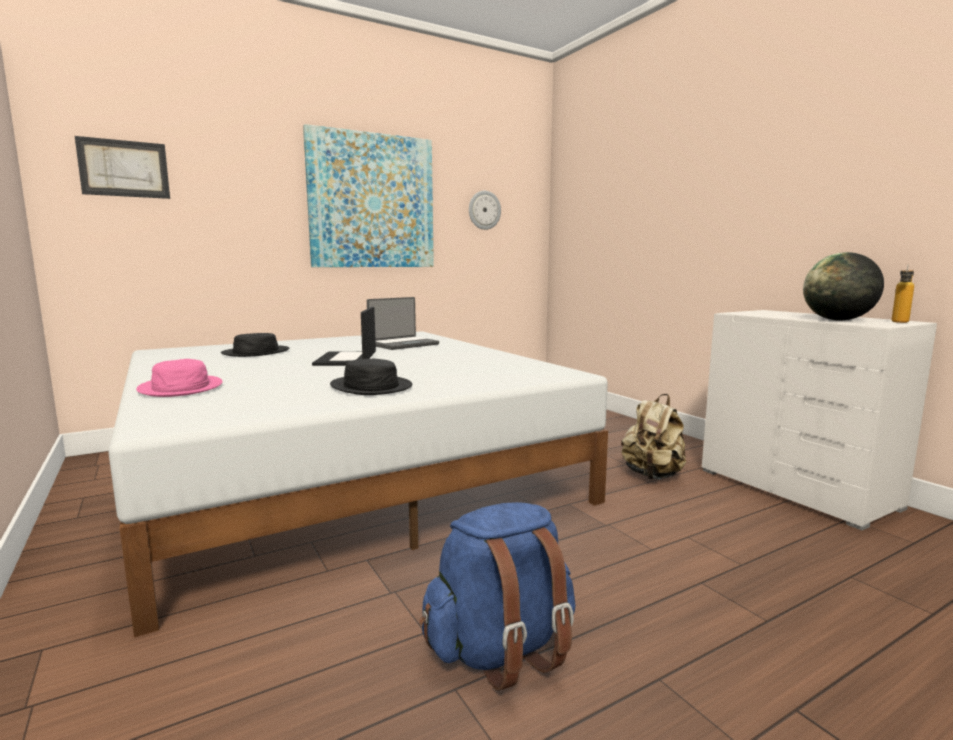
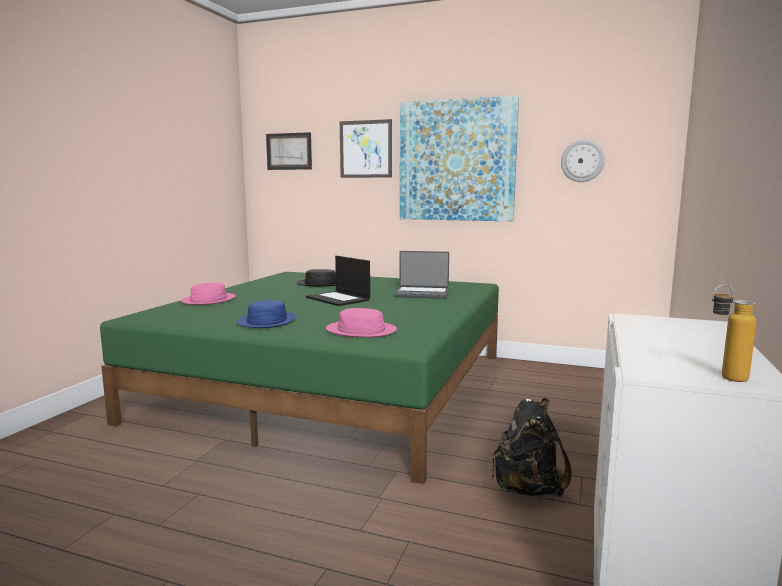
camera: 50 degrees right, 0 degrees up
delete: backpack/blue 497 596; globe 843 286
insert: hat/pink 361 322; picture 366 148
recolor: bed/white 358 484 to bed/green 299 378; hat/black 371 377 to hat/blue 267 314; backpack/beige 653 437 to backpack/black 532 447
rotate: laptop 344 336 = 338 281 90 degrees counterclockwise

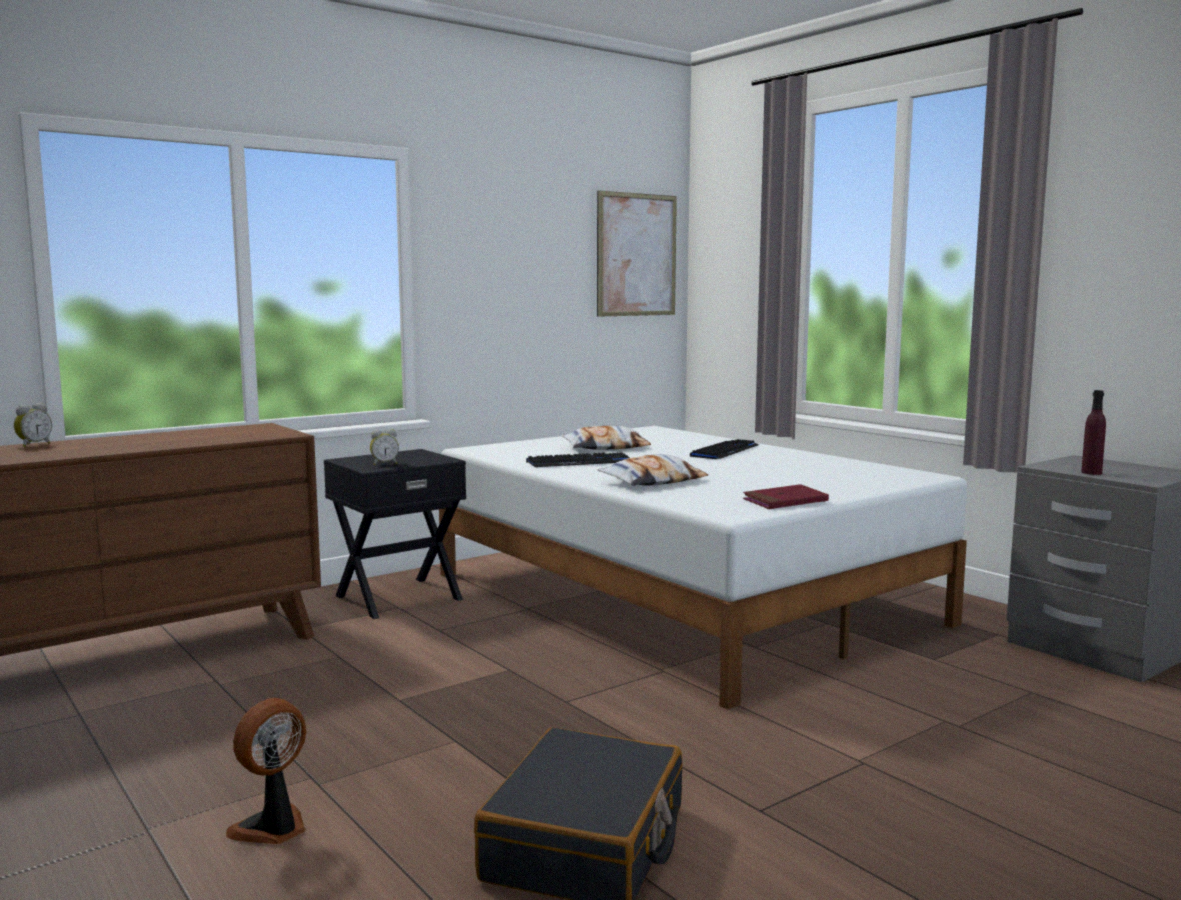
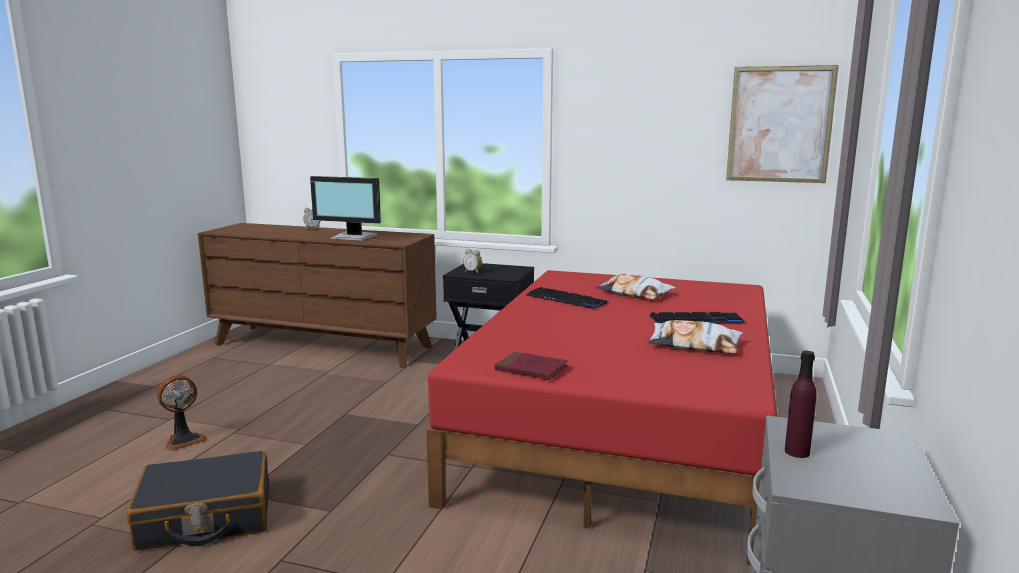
camera: 55 degrees right, 5 degrees up
insert: monitor 345 208
move: pillow 653 470 to 695 337
recolor: bed/white 703 568 to bed/red 601 417
rotate: fan 266 771 = 182 413 135 degrees clockwise

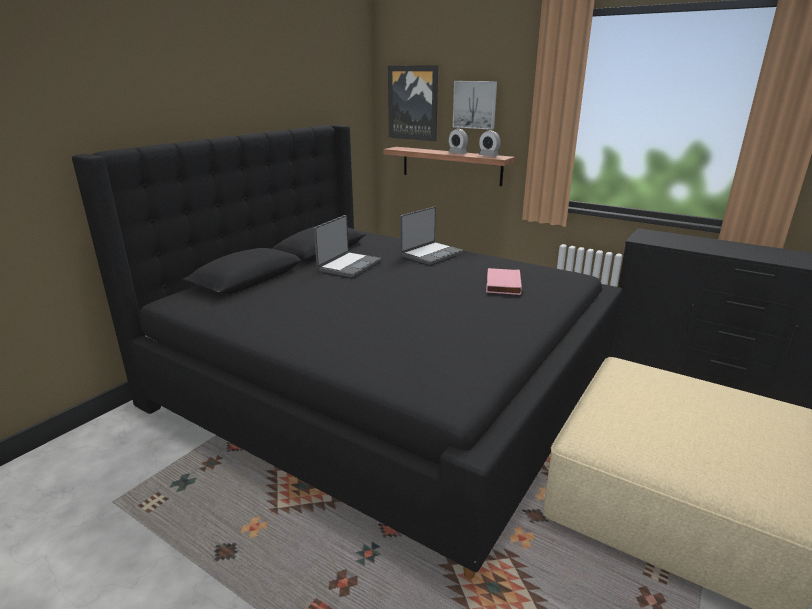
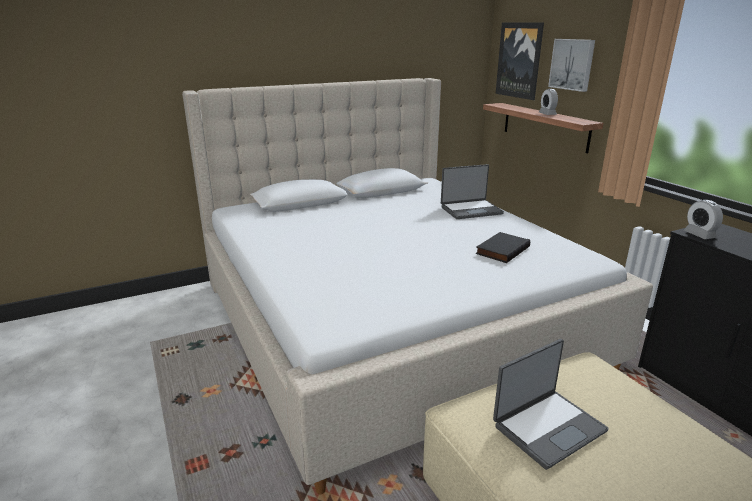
camera: 30 degrees right, 0 degrees up
move: laptop 347 246 to 551 404; alarm clock 490 143 to 703 219
recolor: bed/black 347 352 to bed/beige 417 286; book/pink 504 281 to book/black 502 247

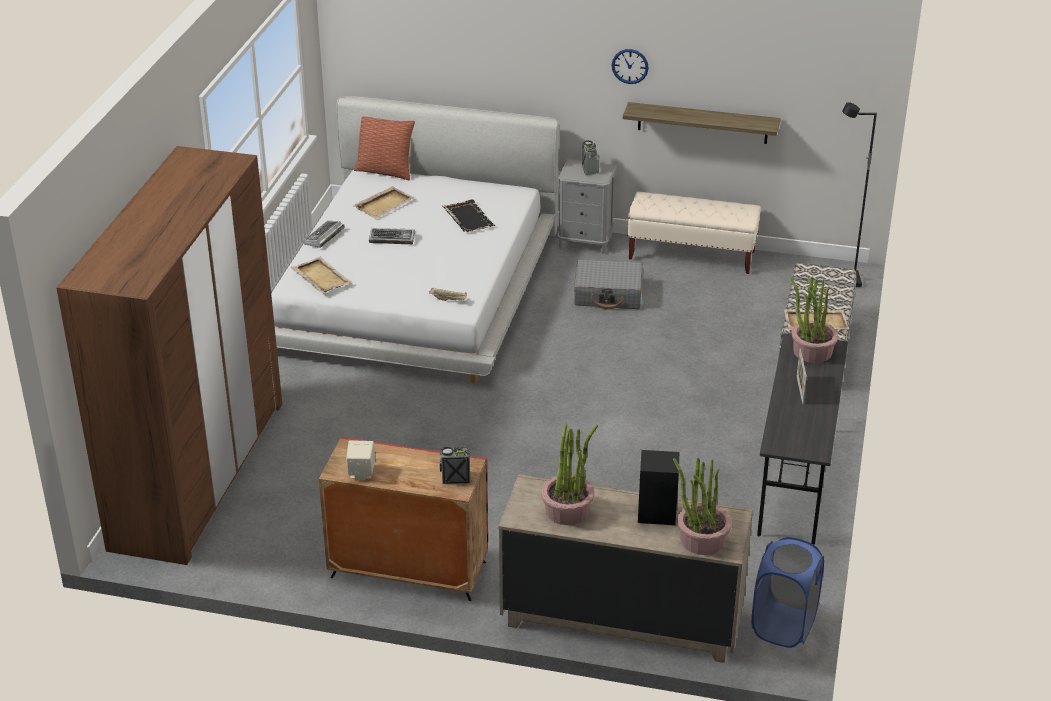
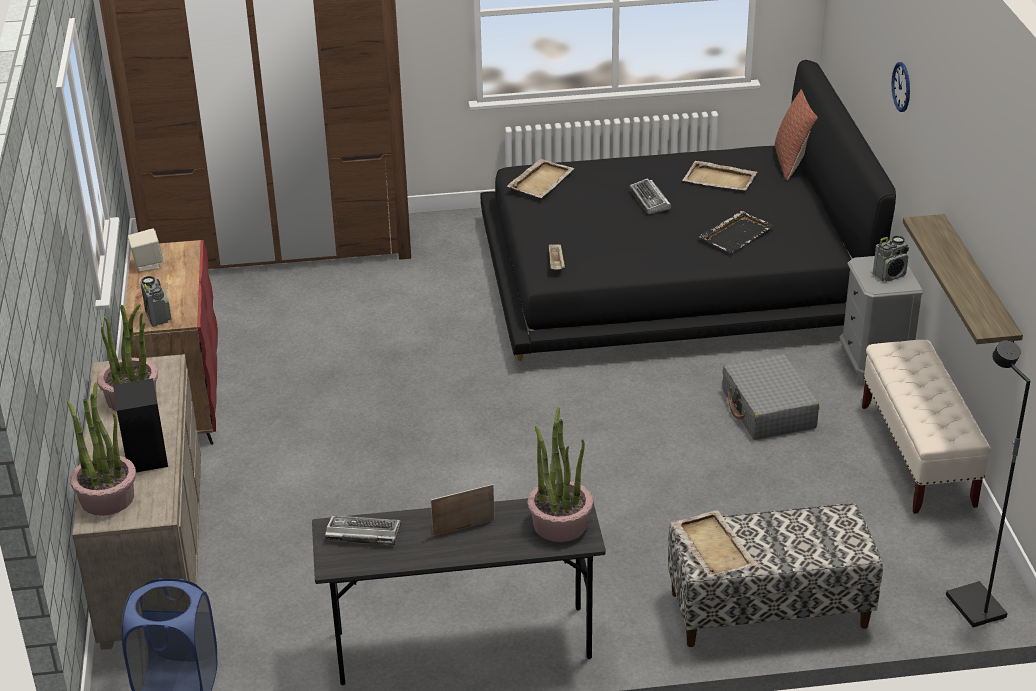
camera: 70 degrees right, 0 degrees up
move: keyboard 324 234 to 363 530; wall clock 630 66 to 901 87
recolor: bed/white 415 240 to bed/black 688 210

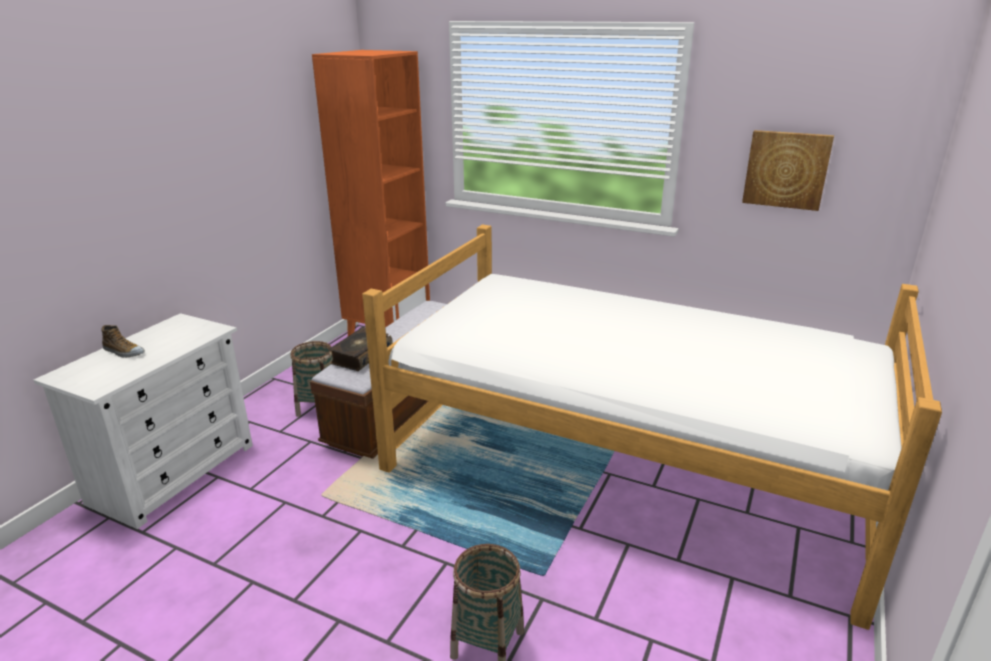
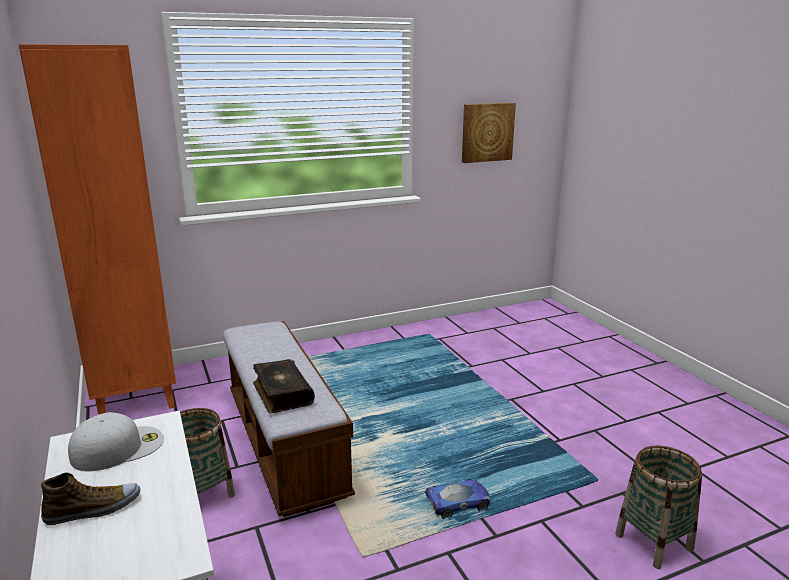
camera: 50 degrees left, 5 degrees down
delete: bed 652 427
insert: cap/white 116 441; toy car 457 499

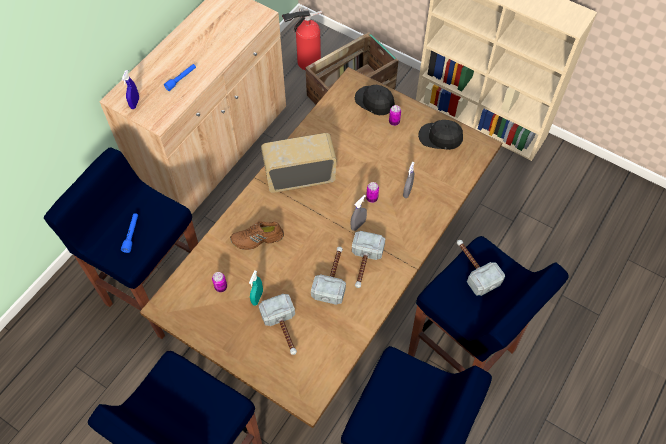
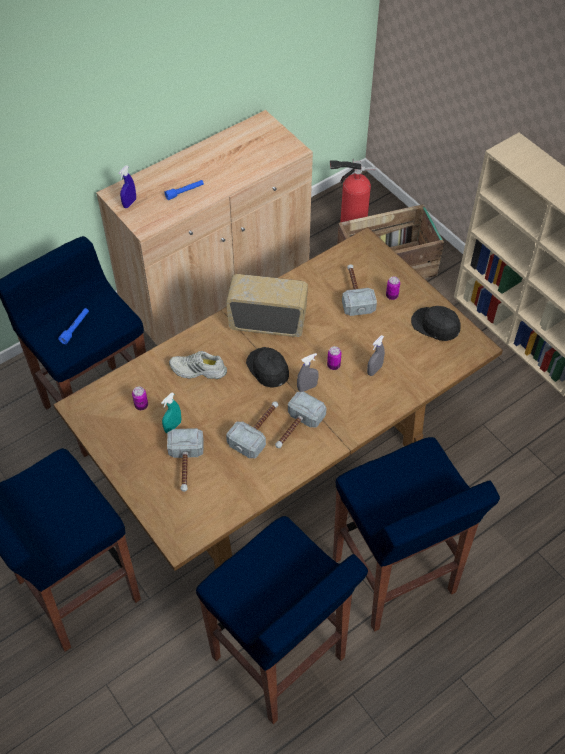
camera: 20 degrees right, 5 degrees down
move: cap/black 375 100 to 267 367; hammer 481 268 to 359 290
recolor: shoe/brown 257 235 to shoe/white 198 365

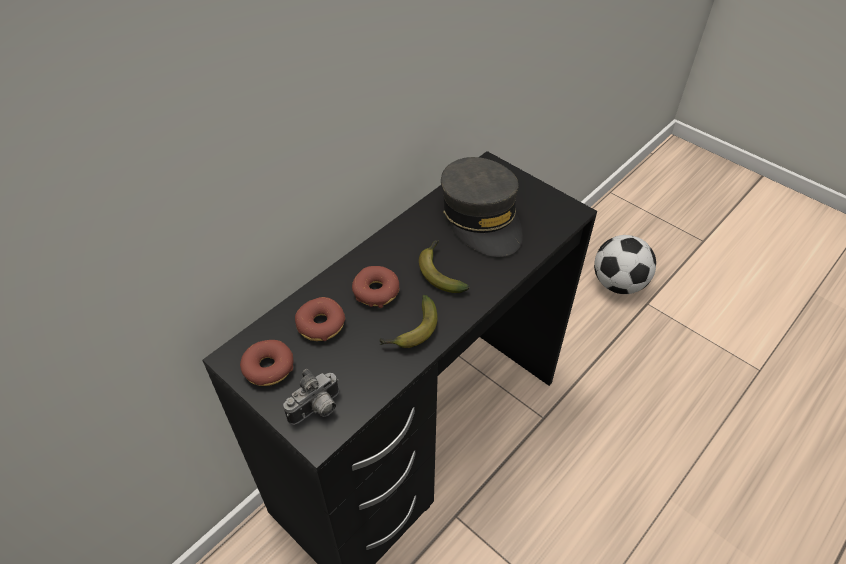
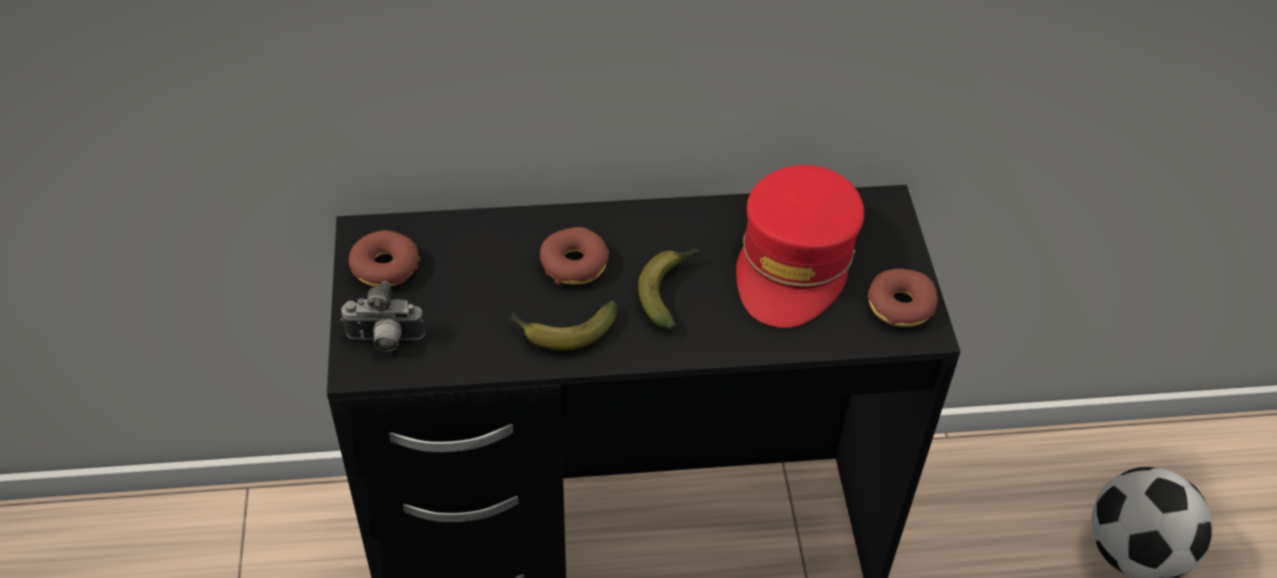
camera: 40 degrees right, 0 degrees up
move: donut 320 319 to 903 298
recolor: cap/grey 482 207 to cap/red 800 246

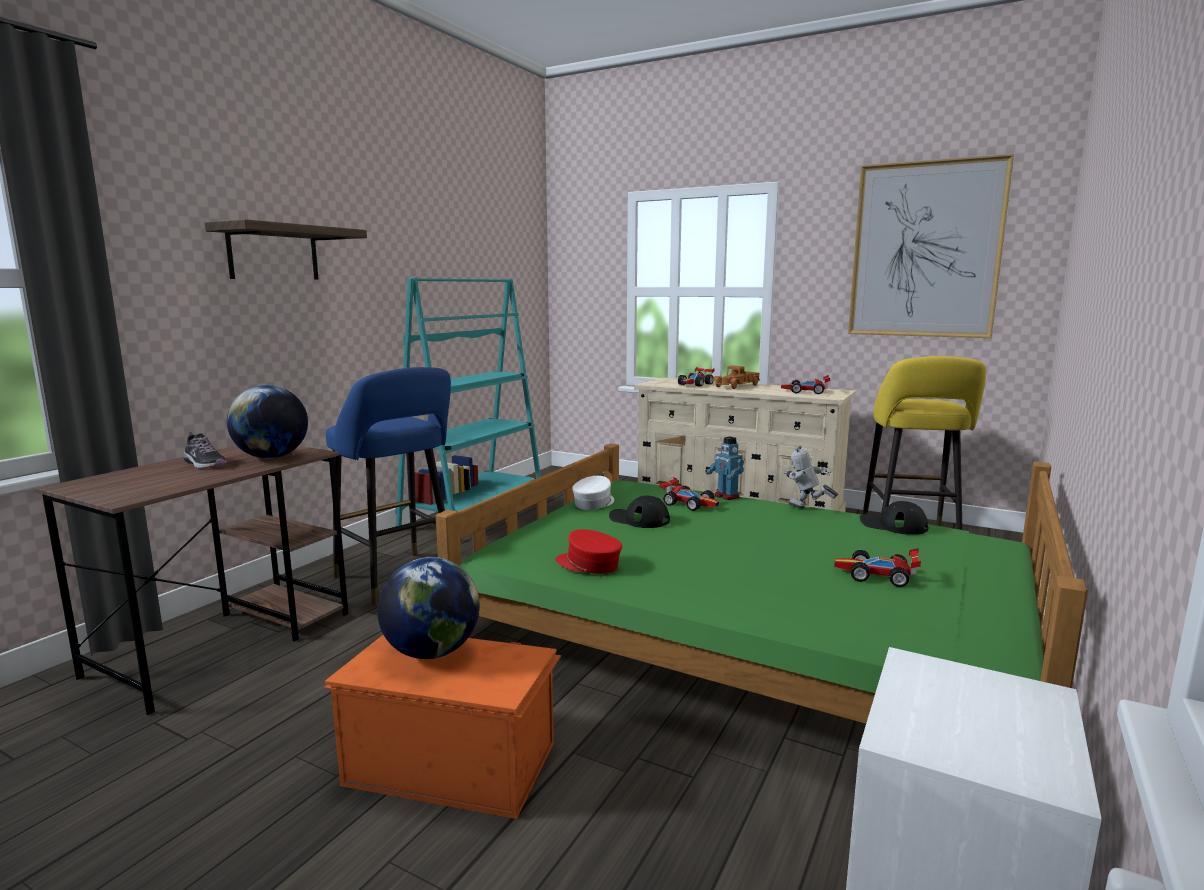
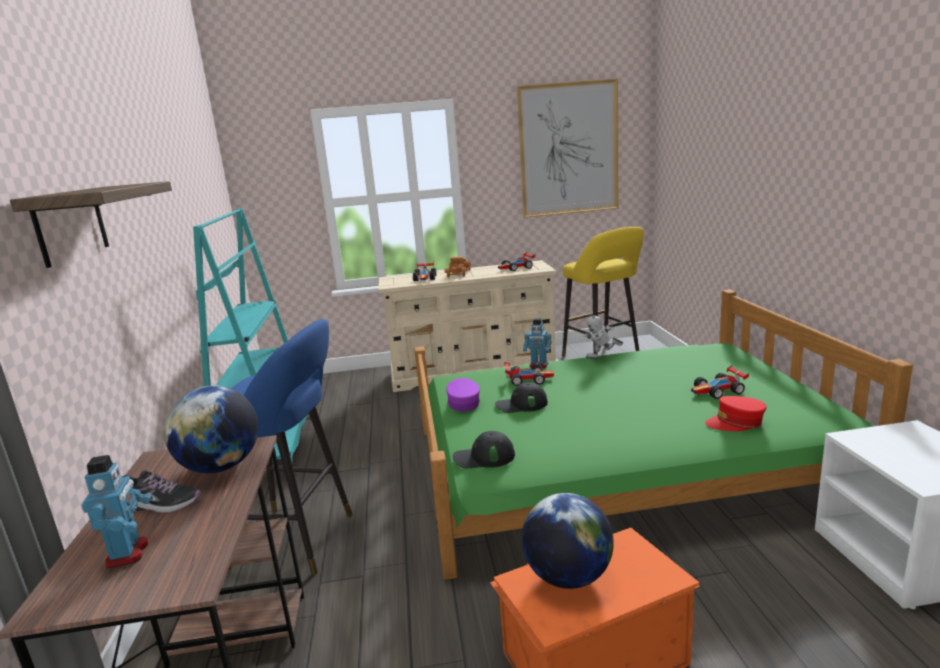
camera: 35 degrees left, 5 degrees up
insert: toy robot 117 511
move: cap/red 588 551 to 736 413; cap/black 894 518 to 484 450
recolor: cap/white 593 493 to cap/purple 463 395

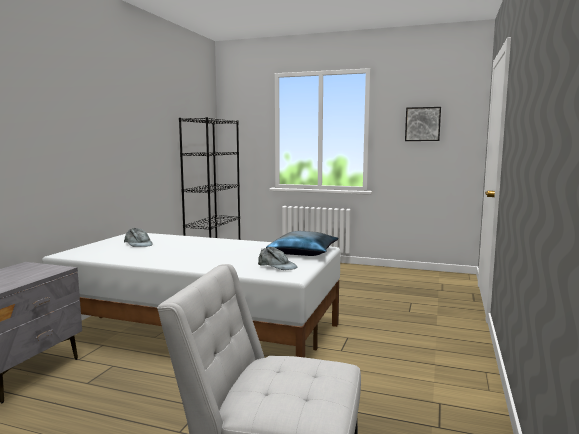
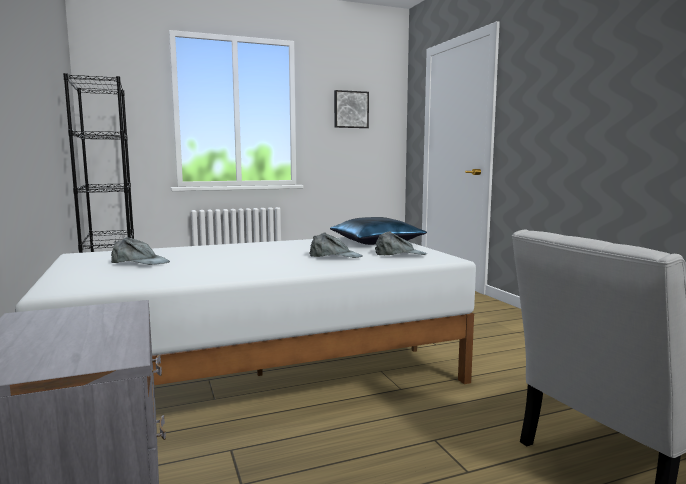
camera: 40 degrees left, 0 degrees up
insert: cap/grey 336 245

